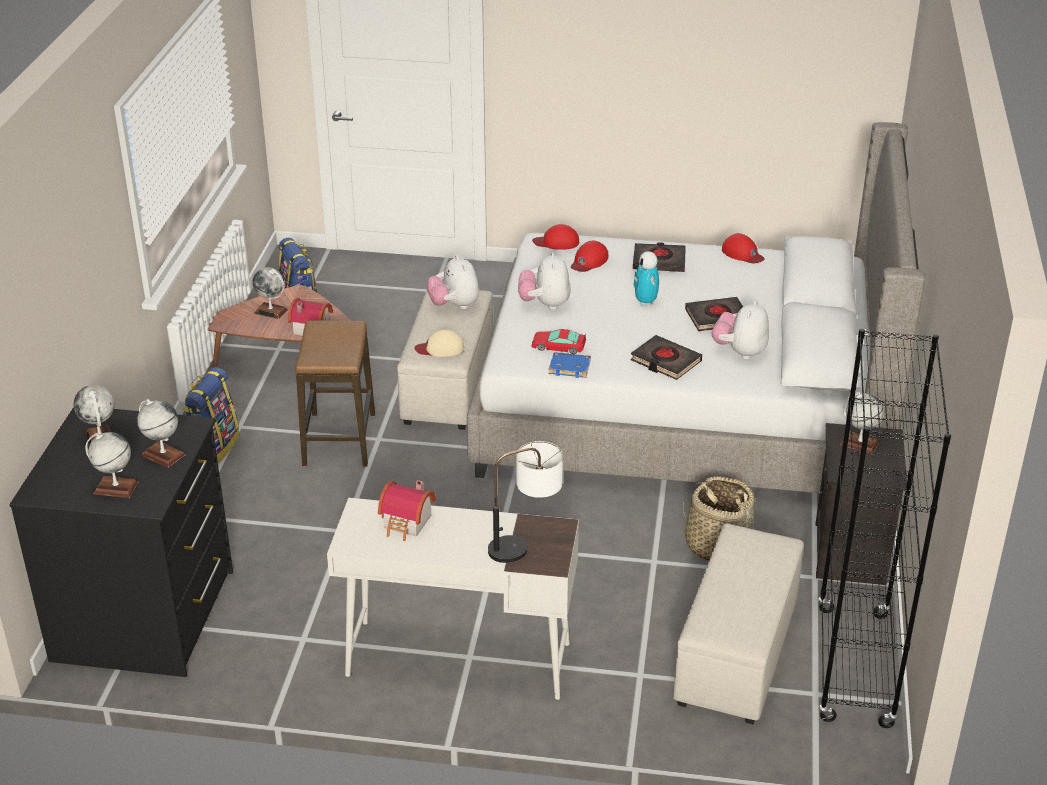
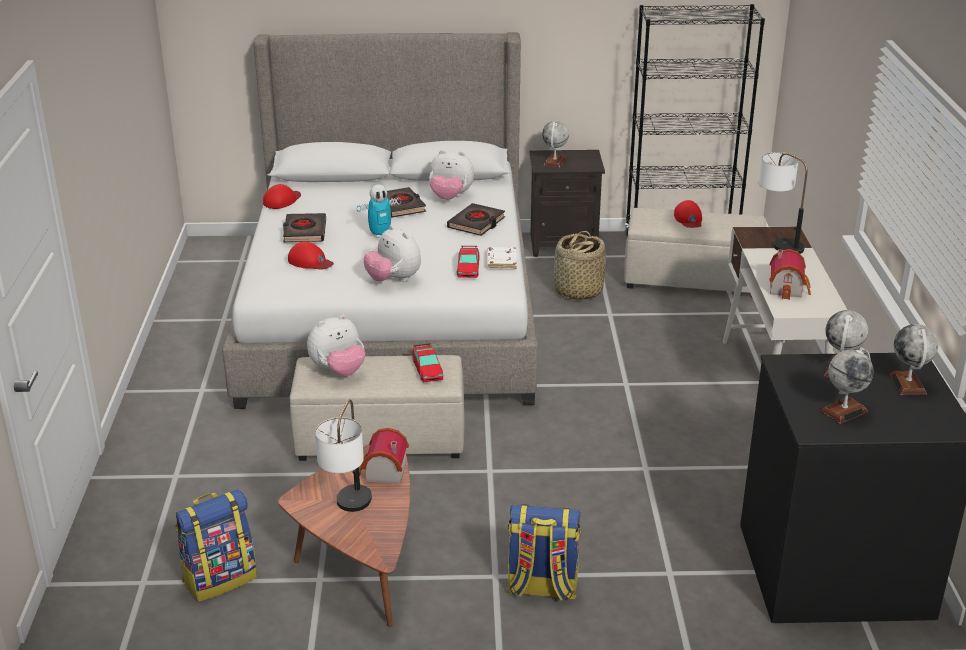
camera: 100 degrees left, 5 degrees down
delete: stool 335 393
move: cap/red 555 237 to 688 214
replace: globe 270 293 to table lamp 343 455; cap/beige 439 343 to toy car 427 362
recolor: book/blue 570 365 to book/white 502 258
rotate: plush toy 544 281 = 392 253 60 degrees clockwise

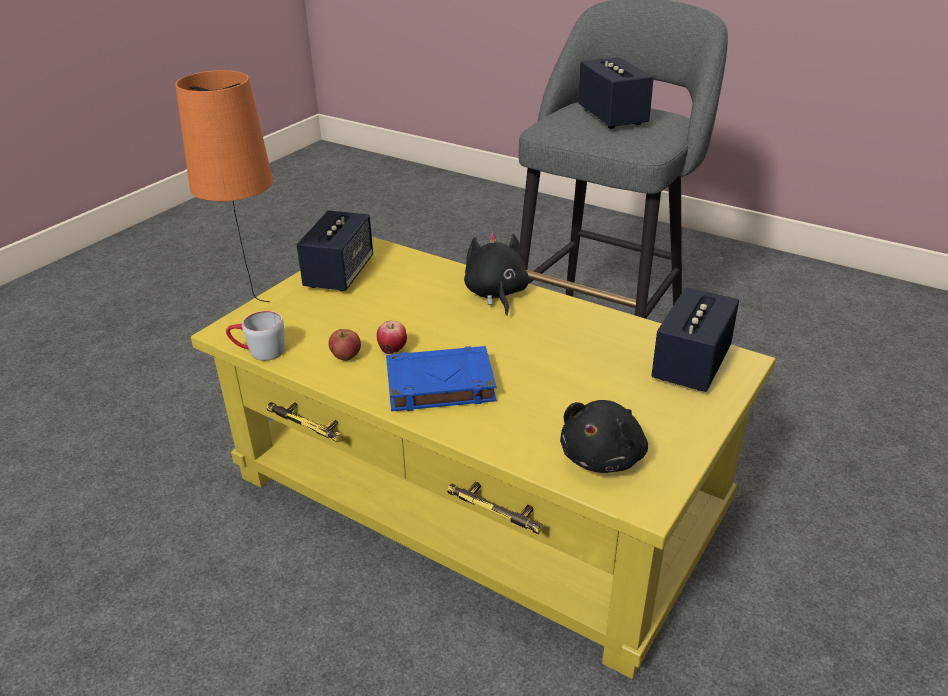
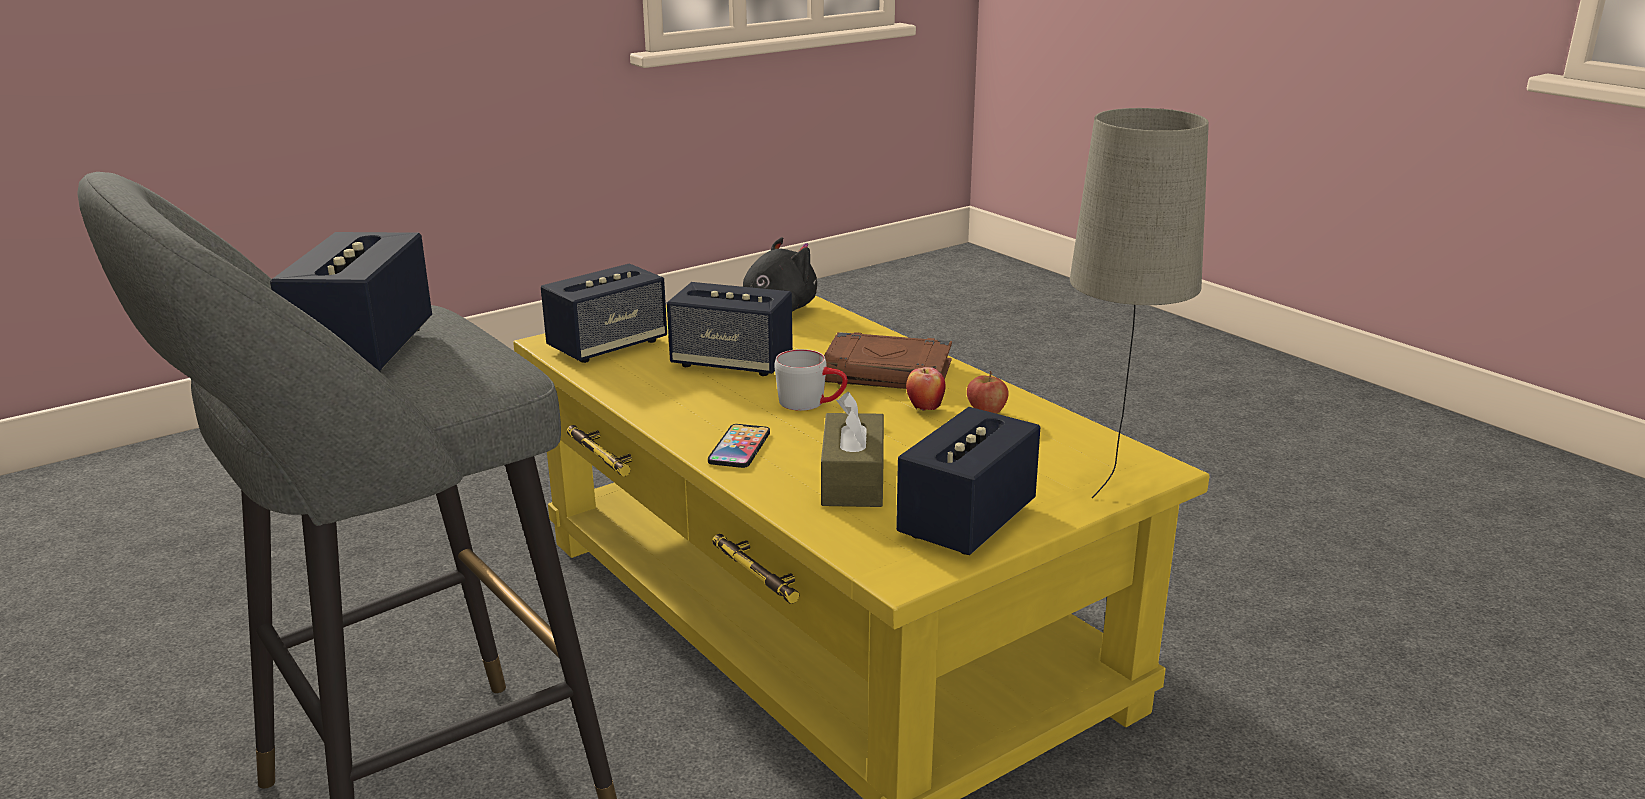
camera: 160 degrees left, 10 degrees down
insert: speaker 730 329; tissue box/brown 852 449
move: mug/grey 255 336 to 811 380
replace: plush toy/black 496 274 to phone 739 446
recolor: table lamp/orange 224 186 to table lamp/beige 1139 303; book/blue 441 378 to book/brown 888 360

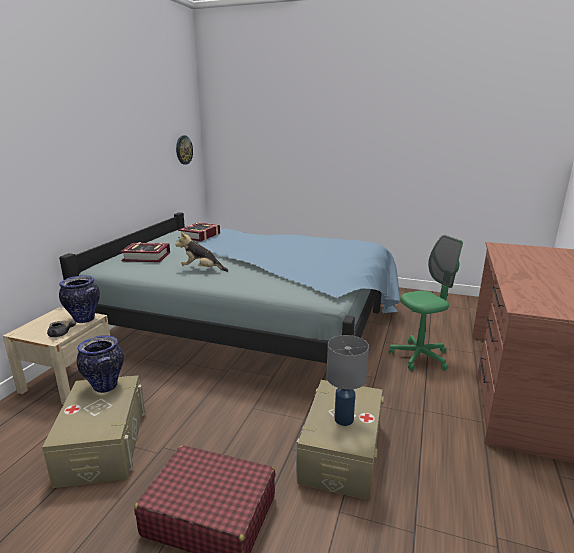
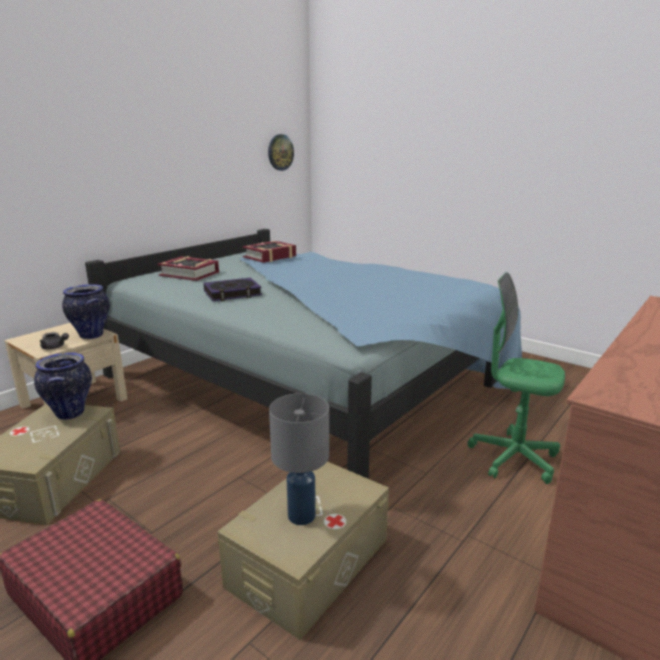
camera: 20 degrees right, 0 degrees up
replace: plush toy 201 252 to book 232 289
rotate: office chair/green 426 303 = 516 378 150 degrees counterclockwise

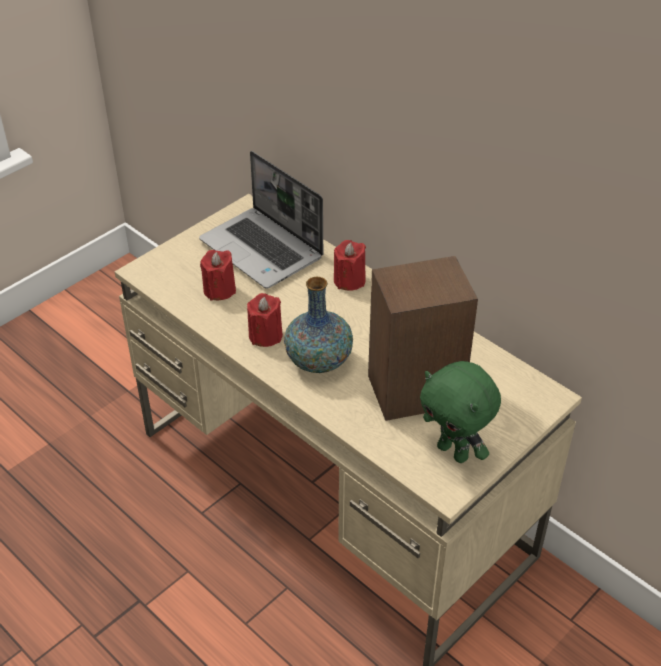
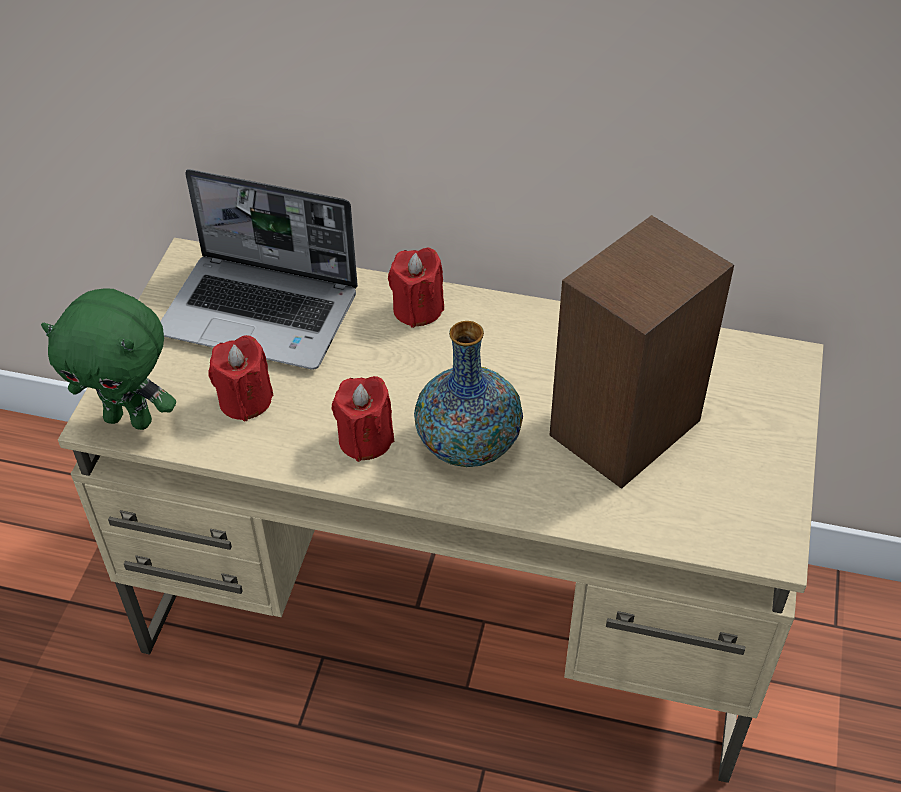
camera: 30 degrees left, 5 degrees up
move: plush toy/green 460 412 to 108 359

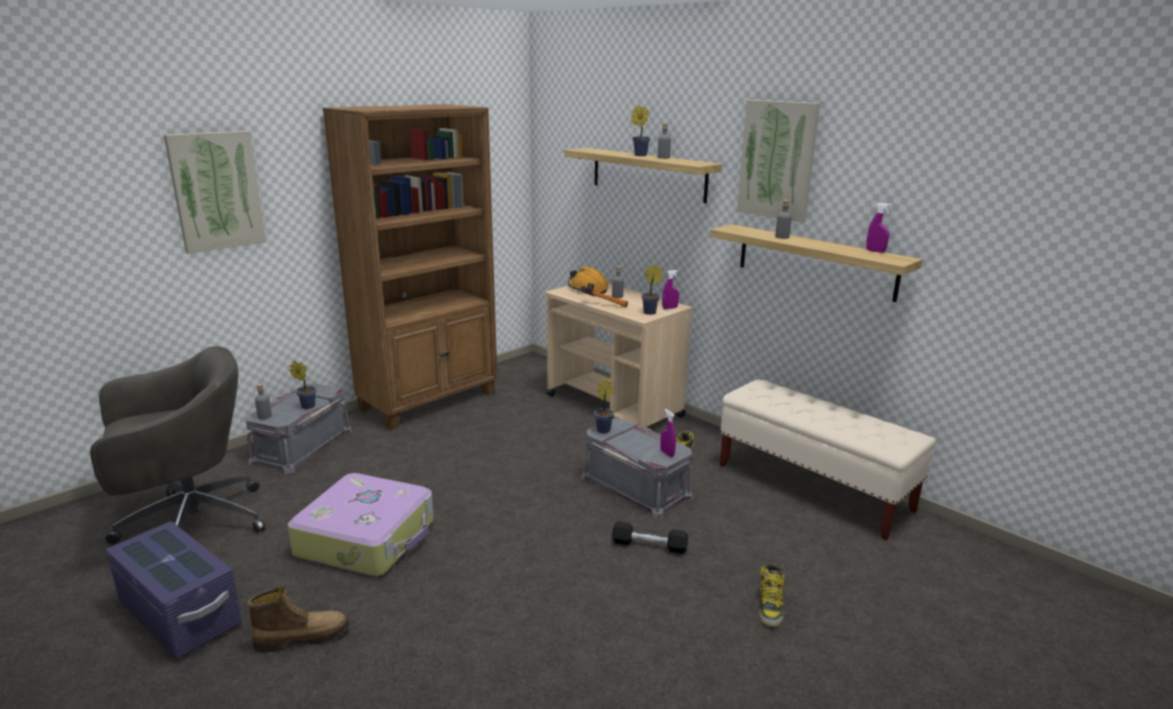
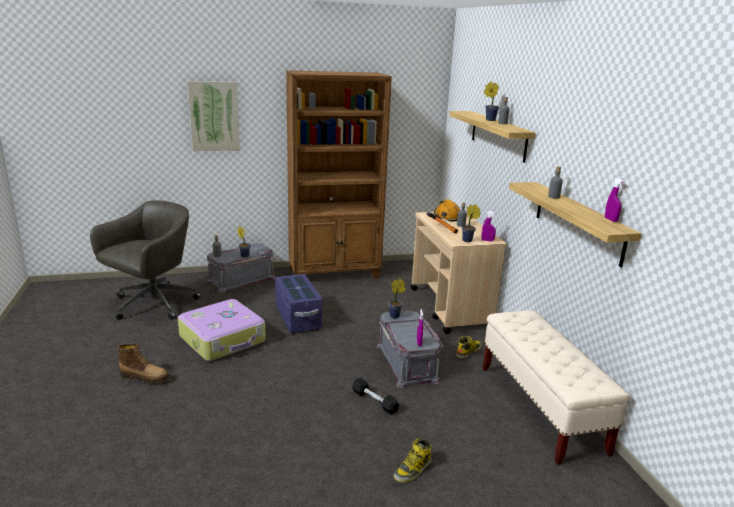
camera: 30 degrees right, 0 degrees up
delete: picture 778 161
move: storage box/purple 174 590 to 299 304
rotate: office chair/grey 177 445 = 145 260 60 degrees counterclockwise

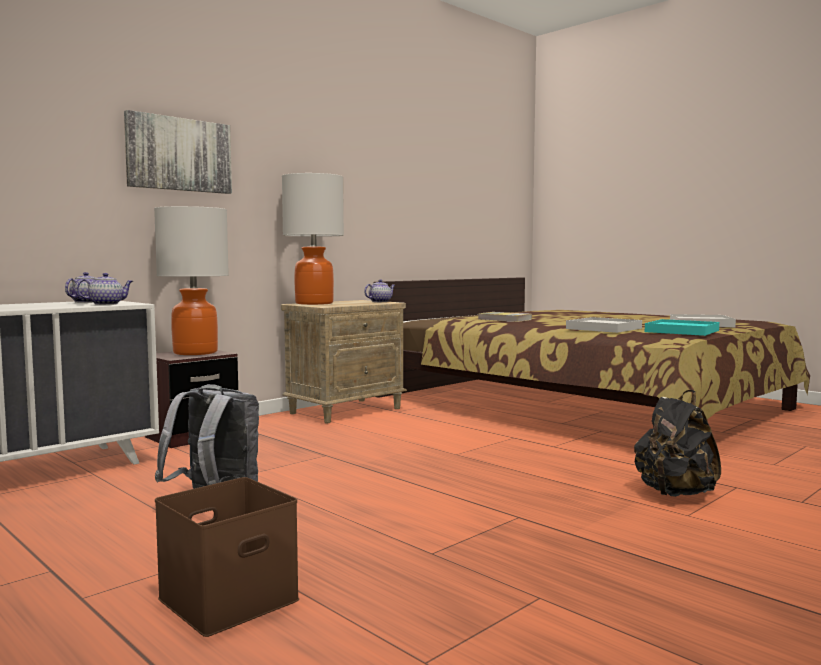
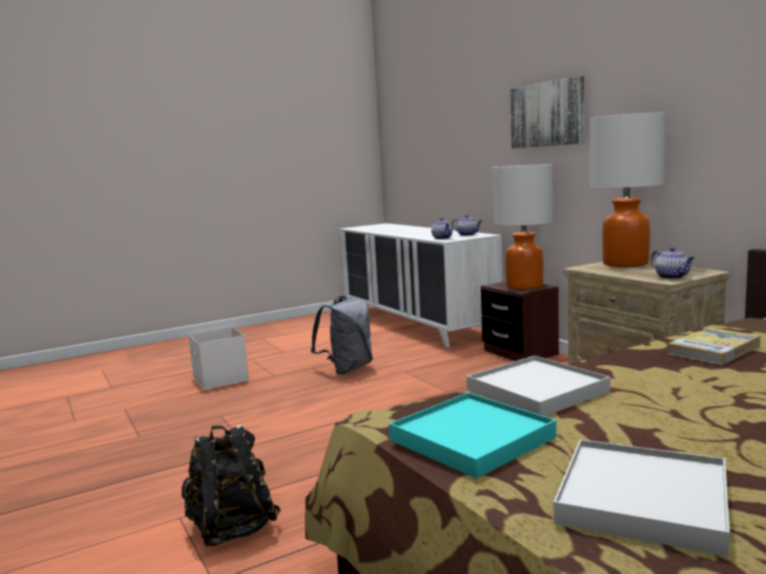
camera: 105 degrees right, 5 degrees up
recolor: storage box/brown 227 557 to storage box/white 218 358

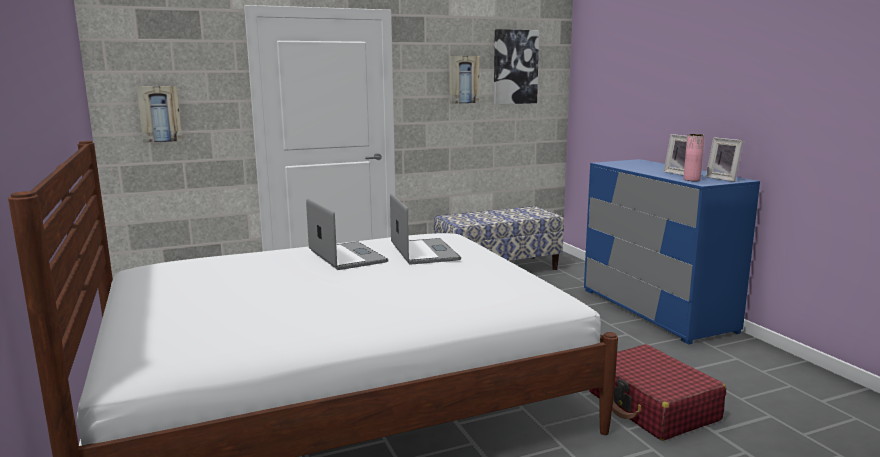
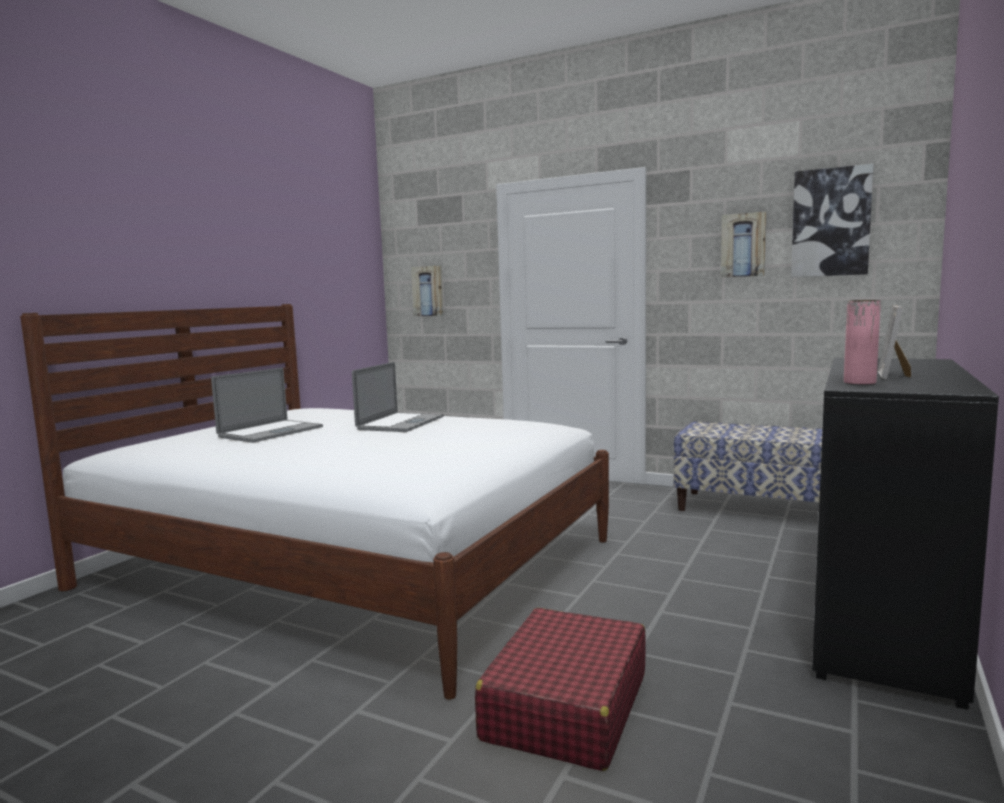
camera: 50 degrees right, 5 degrees down
delete: picture frame 725 159
move: laptop 425 229 to 267 405
recolor: dresser/blue 672 252 to dresser/black 905 534

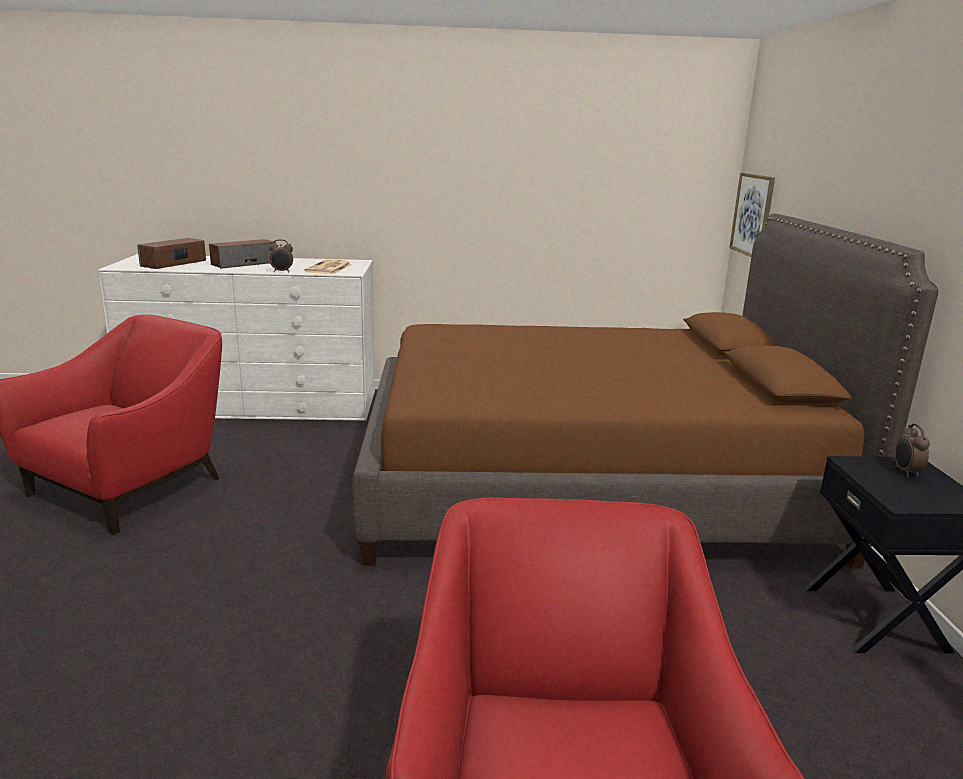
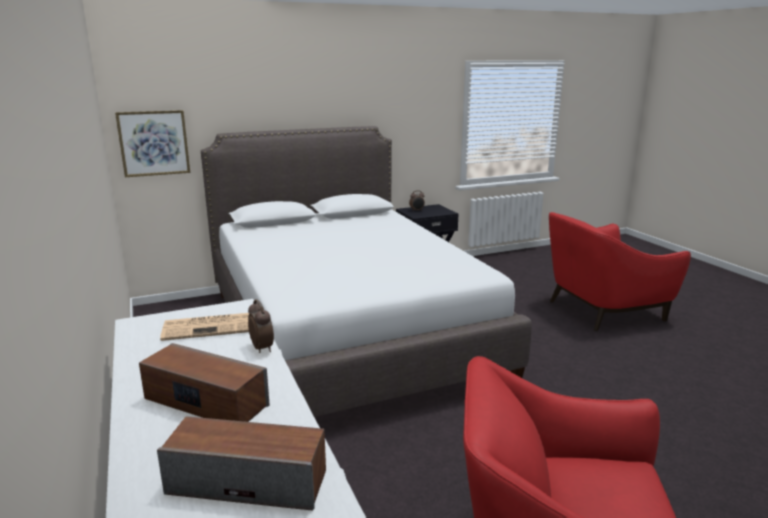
camera: 110 degrees left, 0 degrees up
recolor: bed/brown 645 391 to bed/white 366 271

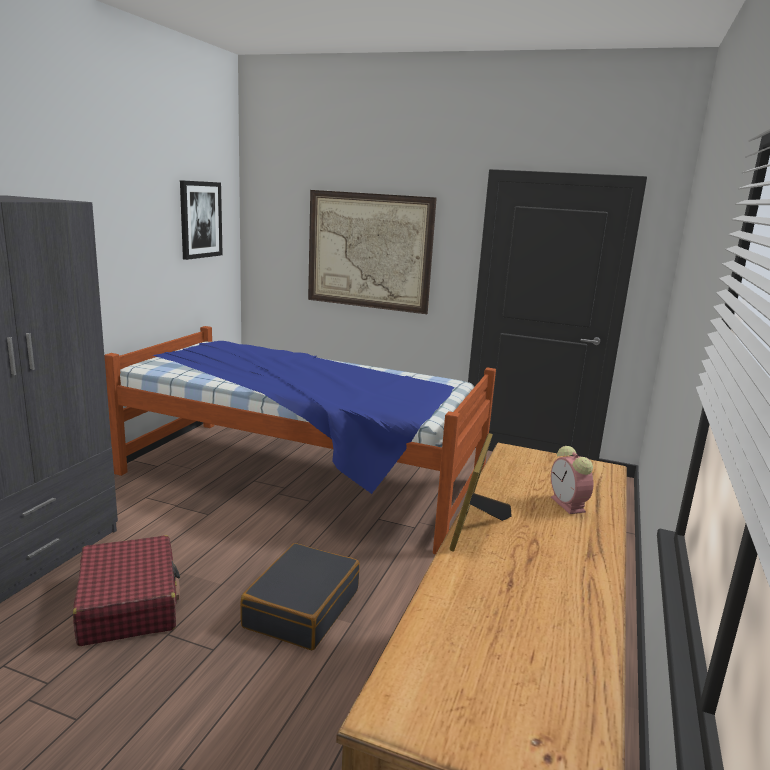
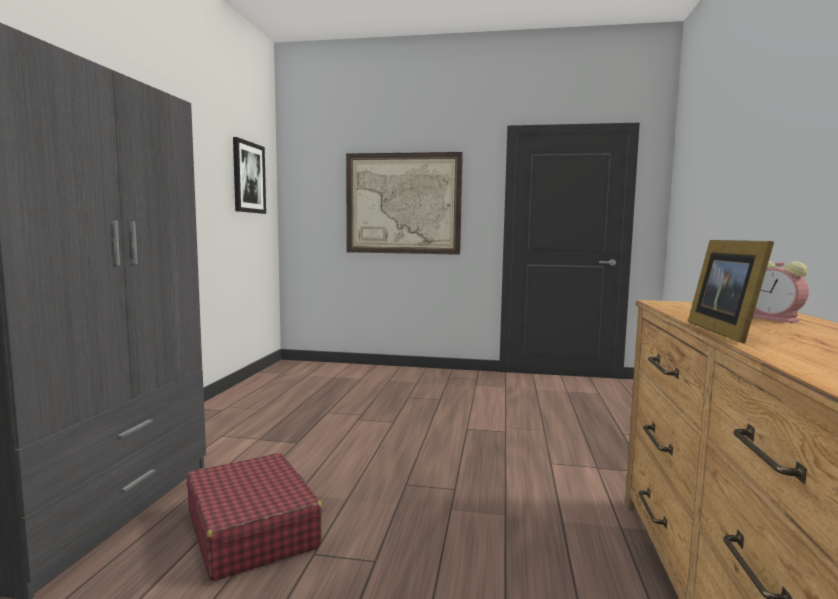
camera: 10 degrees left, 10 degrees down
delete: bed 300 440; suitcase/black 300 596

